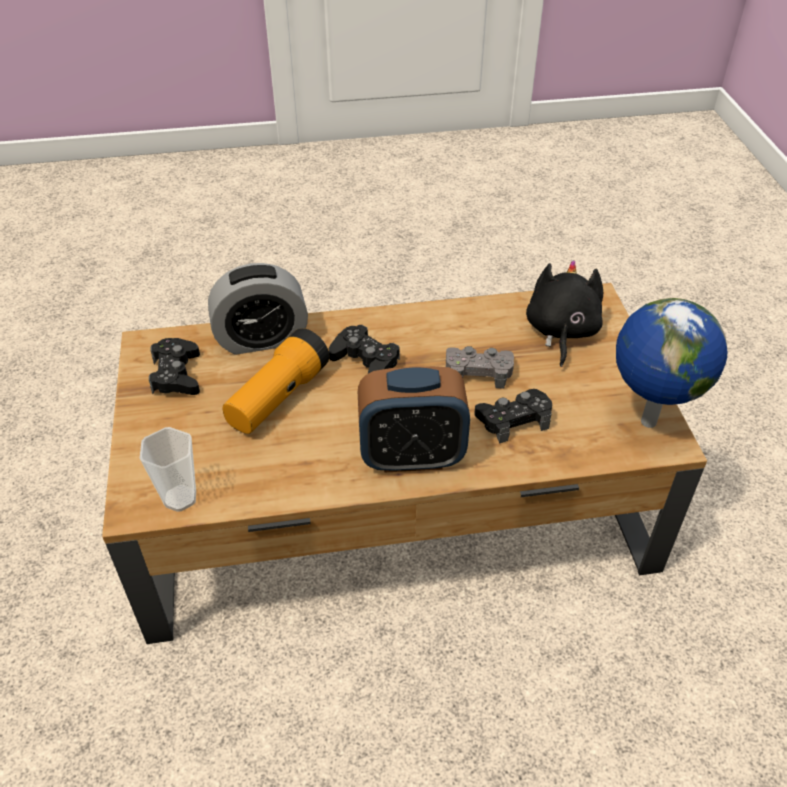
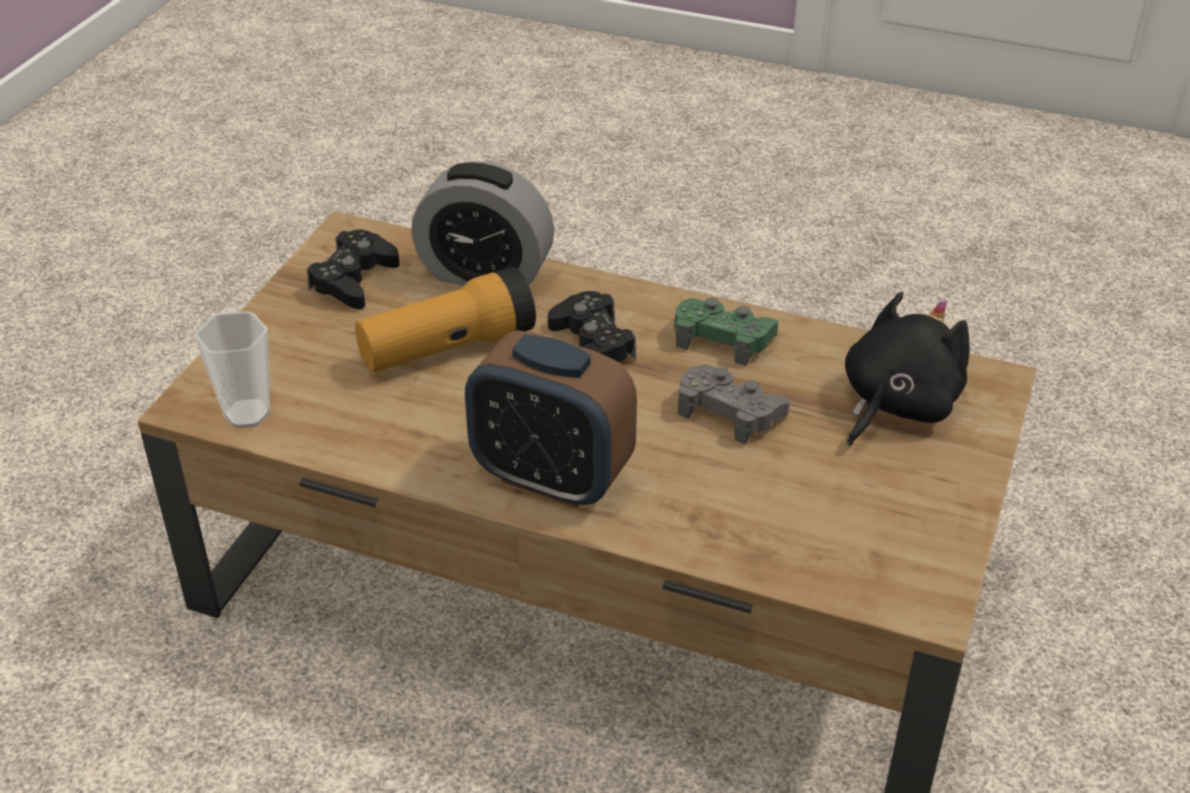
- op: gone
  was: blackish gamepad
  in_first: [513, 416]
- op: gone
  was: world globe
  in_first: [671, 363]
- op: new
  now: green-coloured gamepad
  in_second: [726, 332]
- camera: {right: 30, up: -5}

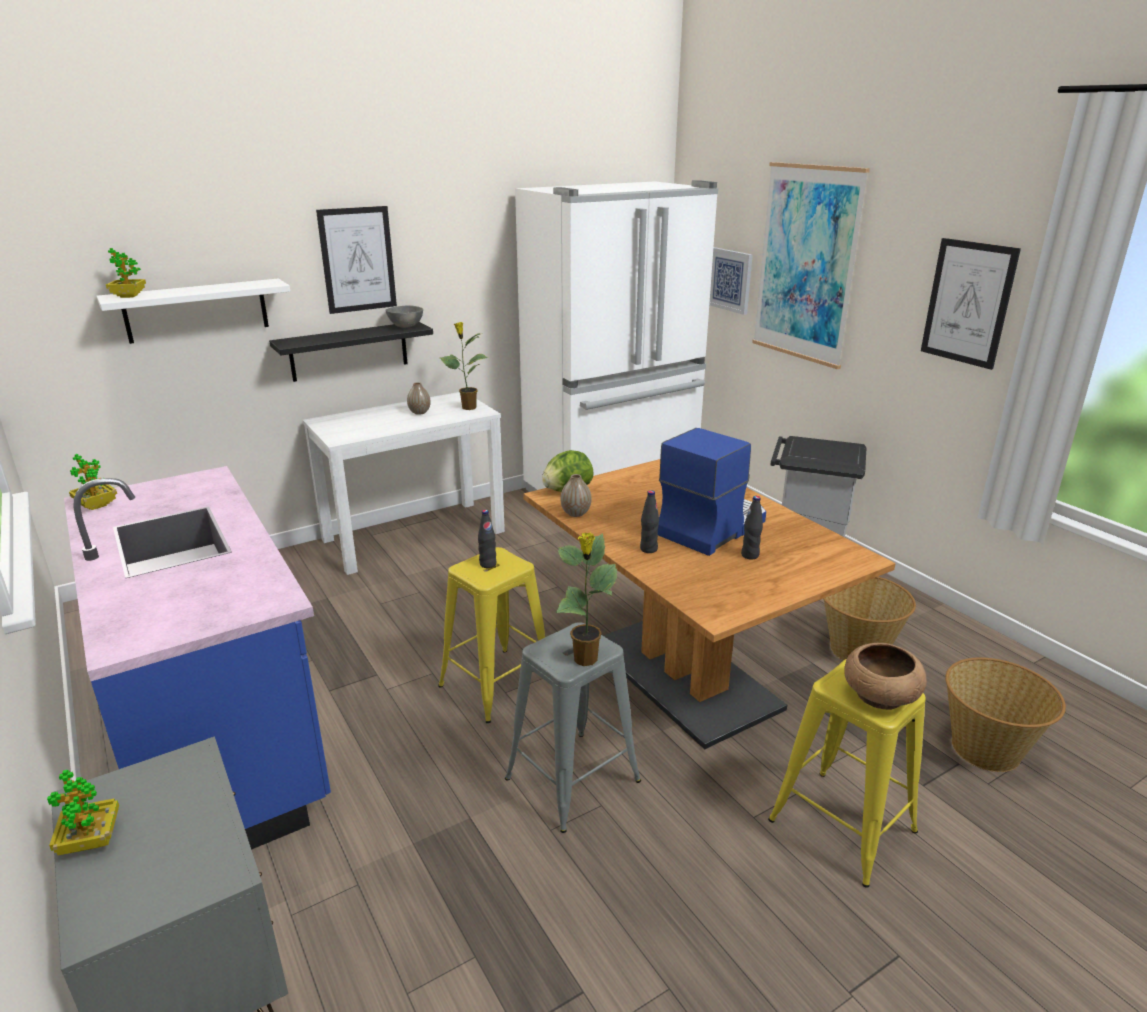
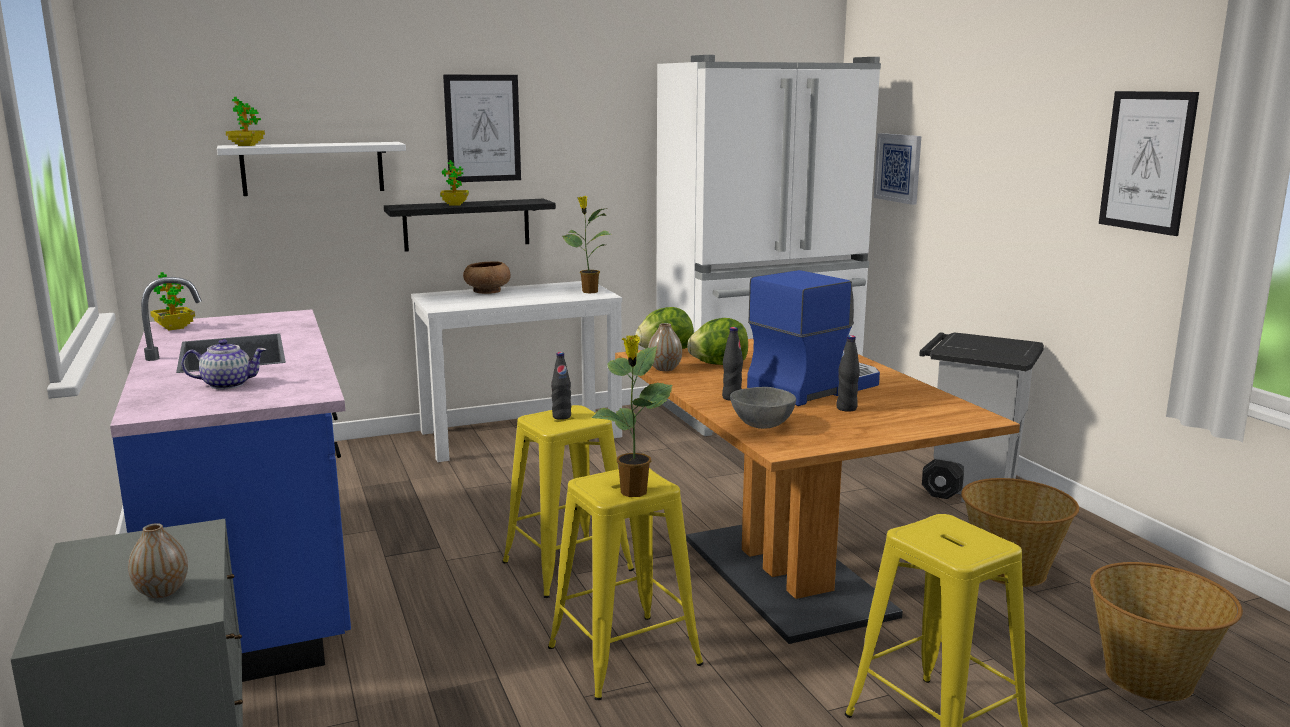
- op: gone
  was: wall picture
  in_first: [811, 265]
- op: new
  now: teapot
  in_second: [224, 364]
- op: new
  now: head of lettuce
  in_second: [717, 341]
- op: shifted
  was: plant in a pot
  in_first: [83, 812]
  in_second: [454, 183]
- op: shifted
  was: greyish serving bowl
  in_first: [404, 316]
  in_second: [763, 408]
- op: shifted
  was: flower vase
  in_first: [419, 398]
  in_second: [158, 560]
- op: shifted
  was: brown-coloured serving bowl
  in_first: [885, 676]
  in_second: [487, 277]
- op: repainted
  was: greyish stool
  now: yellow-coloured stool
  in_first: [573, 727]
  in_second: [626, 584]
- camera: {right: 10, up: -10}

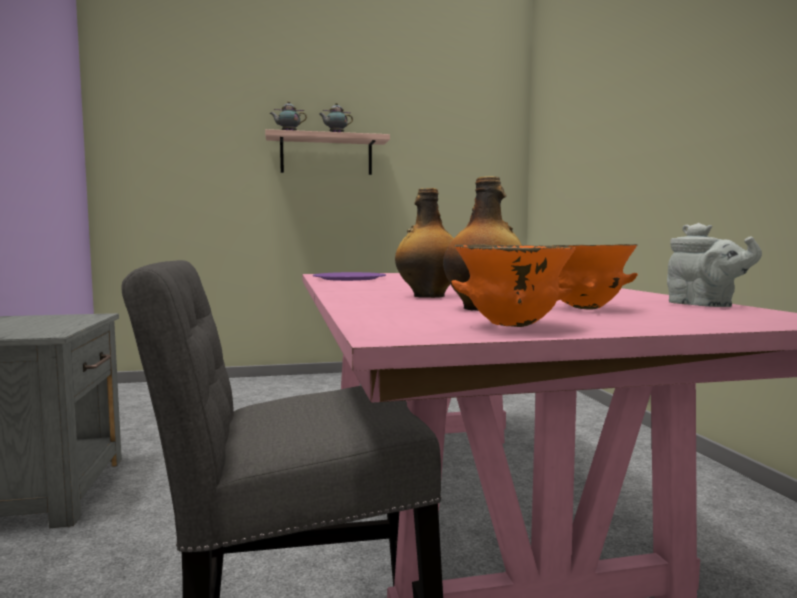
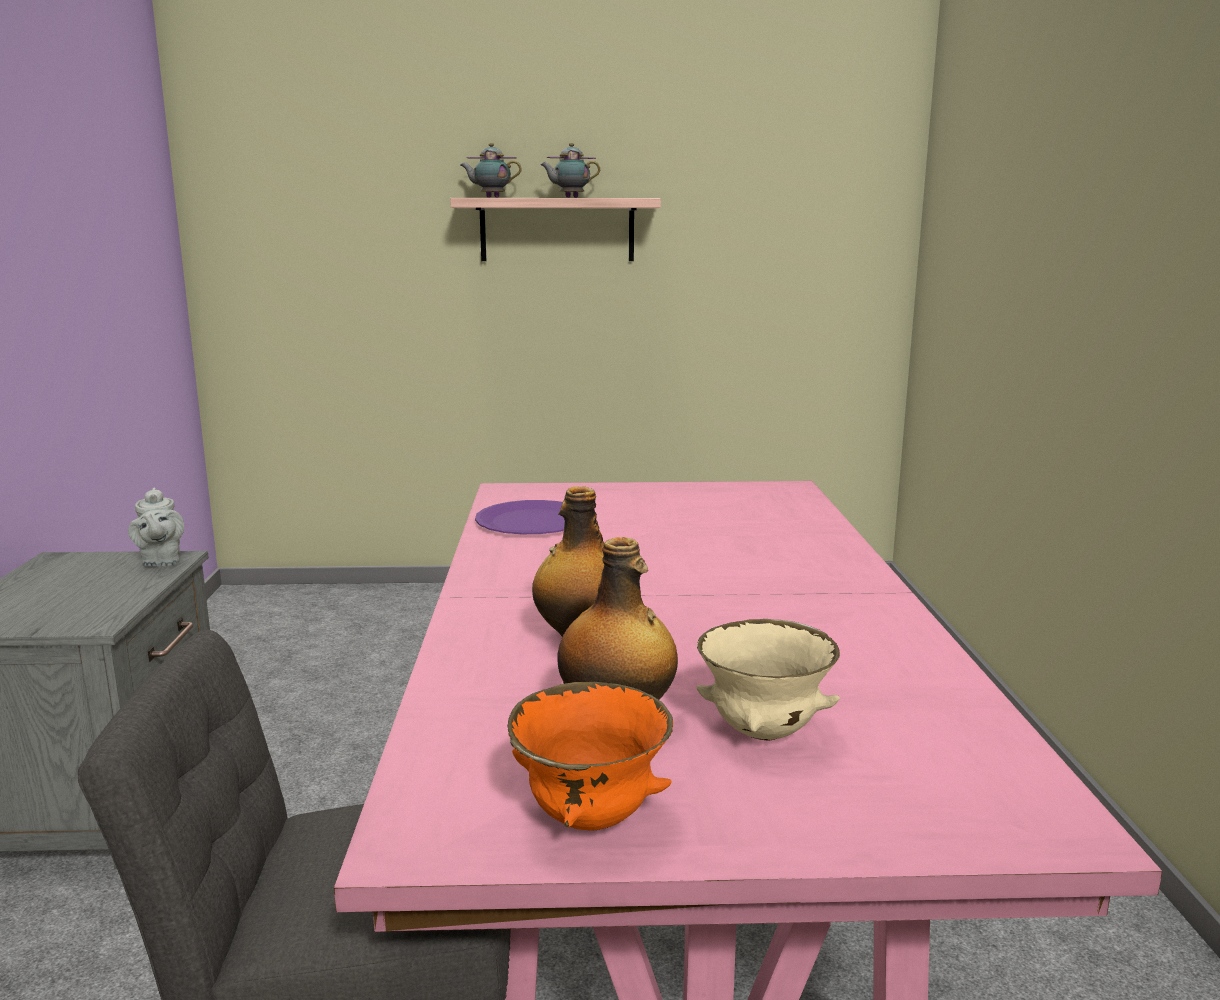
- op: shifted
  was: greyish teapot
  in_first: [714, 265]
  in_second: [156, 527]
- op: repainted
  was: orange-coloured serving bowl
  now: beige-coloured serving bowl
  in_first: [588, 277]
  in_second: [768, 680]
- camera: {right: 10, up: 10}

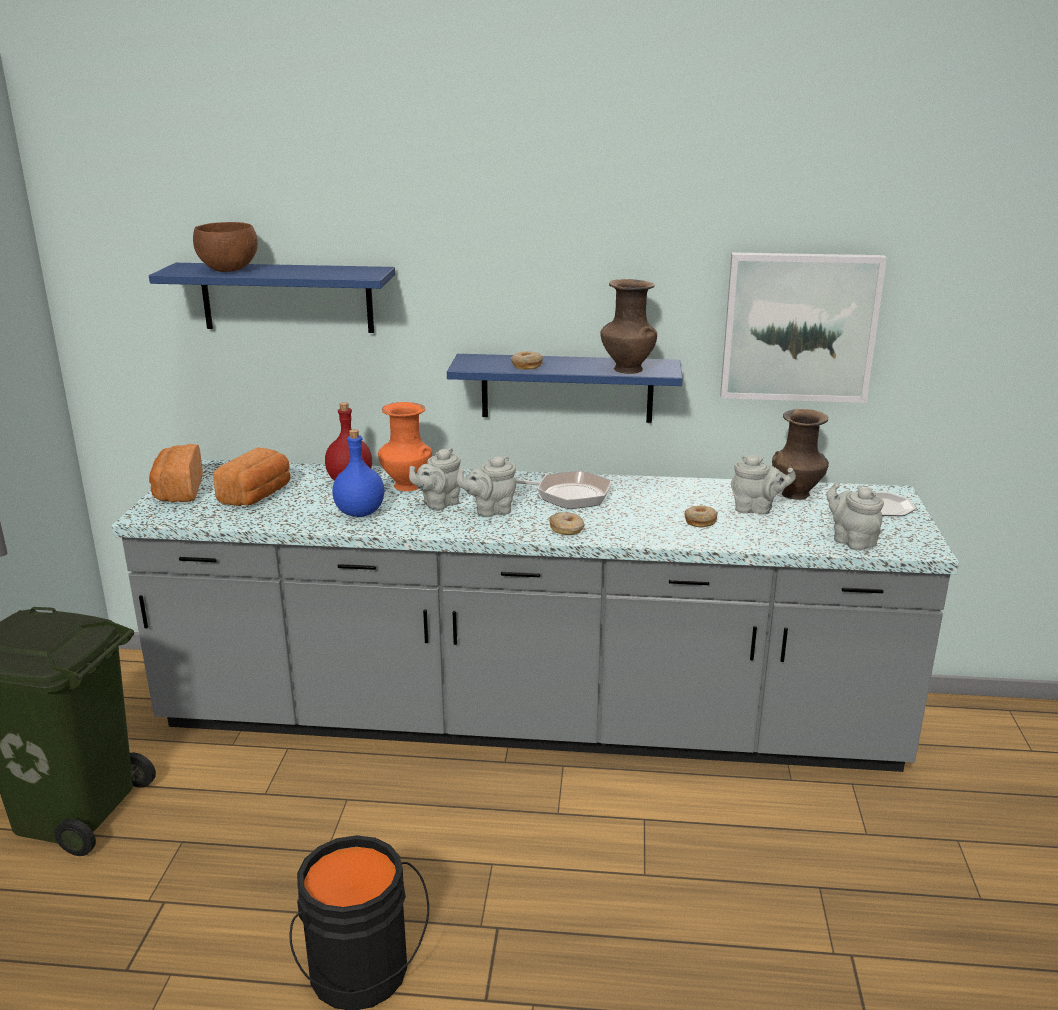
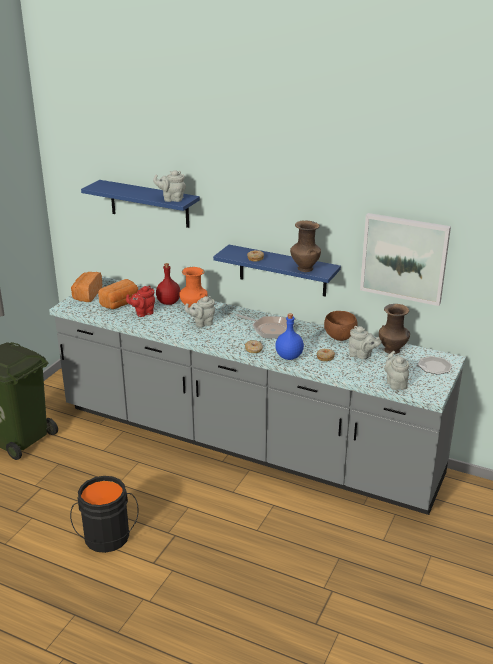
- op: new
  now: red teapot
  in_second: [140, 301]
- op: shifted
  was: brown-coloured serving bowl
  in_first: [225, 247]
  in_second: [341, 326]
- op: shifted
  was: blue beverage bottle
  in_first: [358, 473]
  in_second: [289, 336]
- op: shifted
  was: greyish teapot
  in_first: [487, 486]
  in_second: [169, 186]
- camera: {right: 20, up: 5}

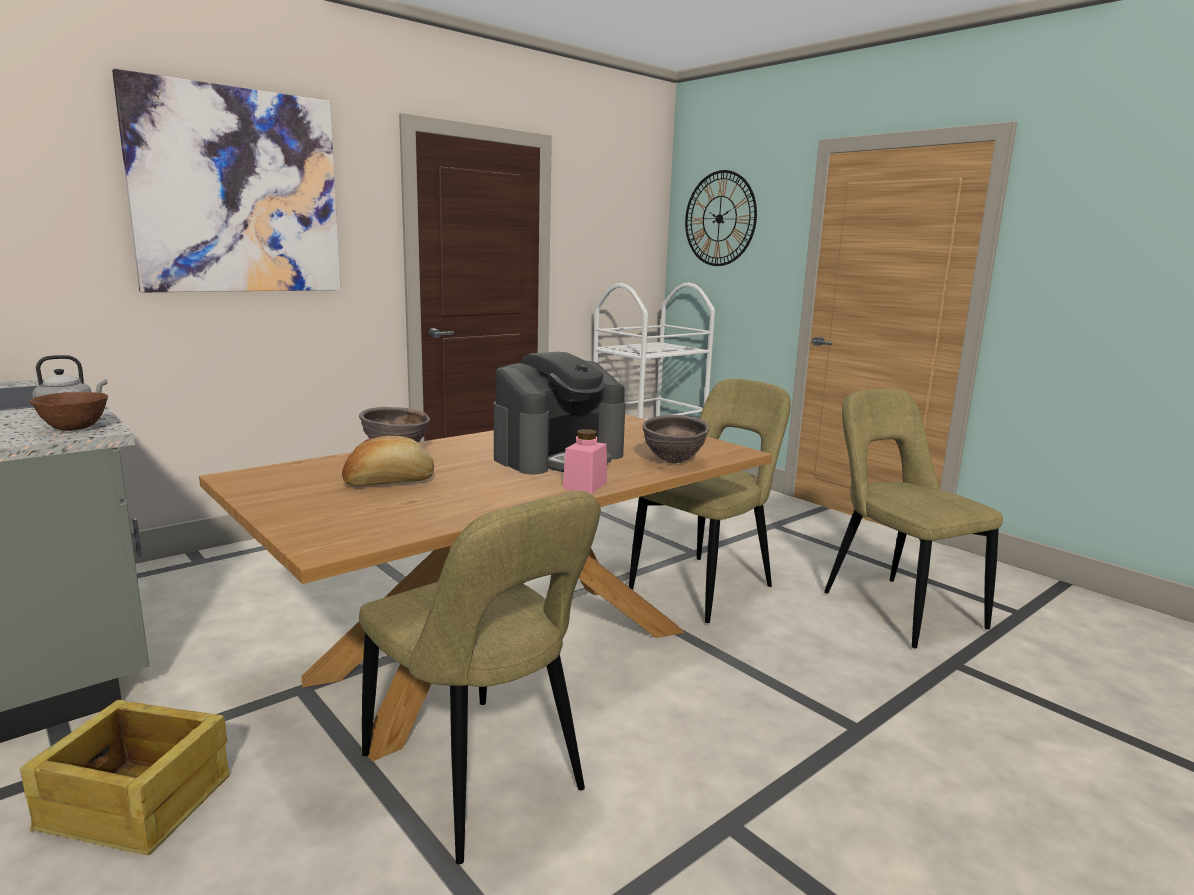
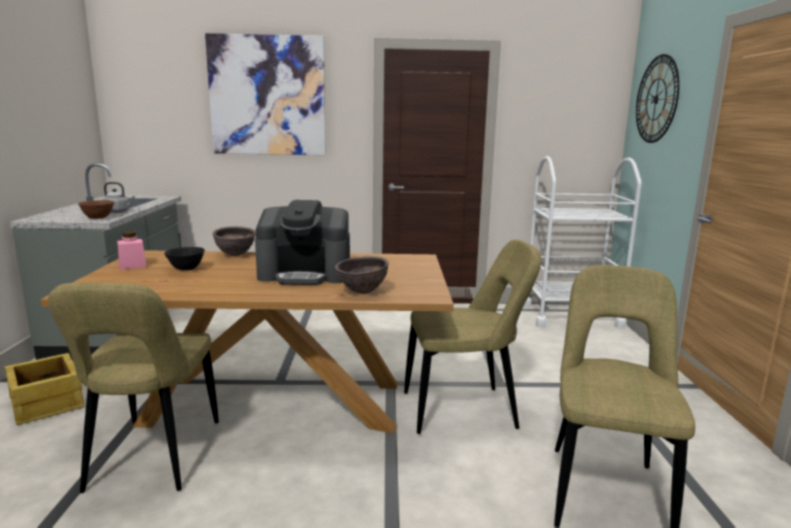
- op: shifted
  was: pink-coloured preserve jar
  in_first: [585, 461]
  in_second: [132, 251]
- op: swapped
  was: baked bread
  now: blackish serving bowl
  in_first: [388, 461]
  in_second: [184, 258]
- camera: {right: 40, up: 0}

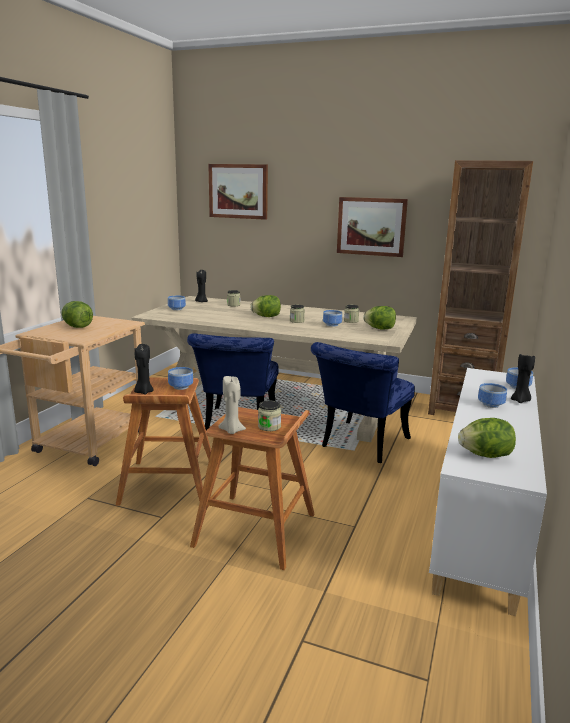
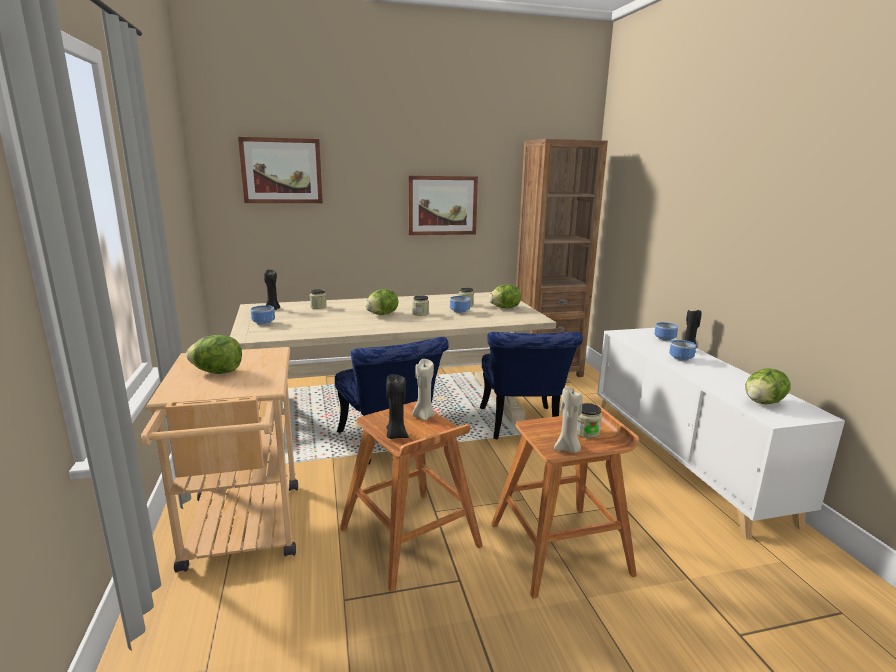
- op: swapped
  was: serving bowl
  now: beige-coloured wax candle
  in_first: [180, 378]
  in_second: [423, 390]
- camera: {right: -35, up: 0}

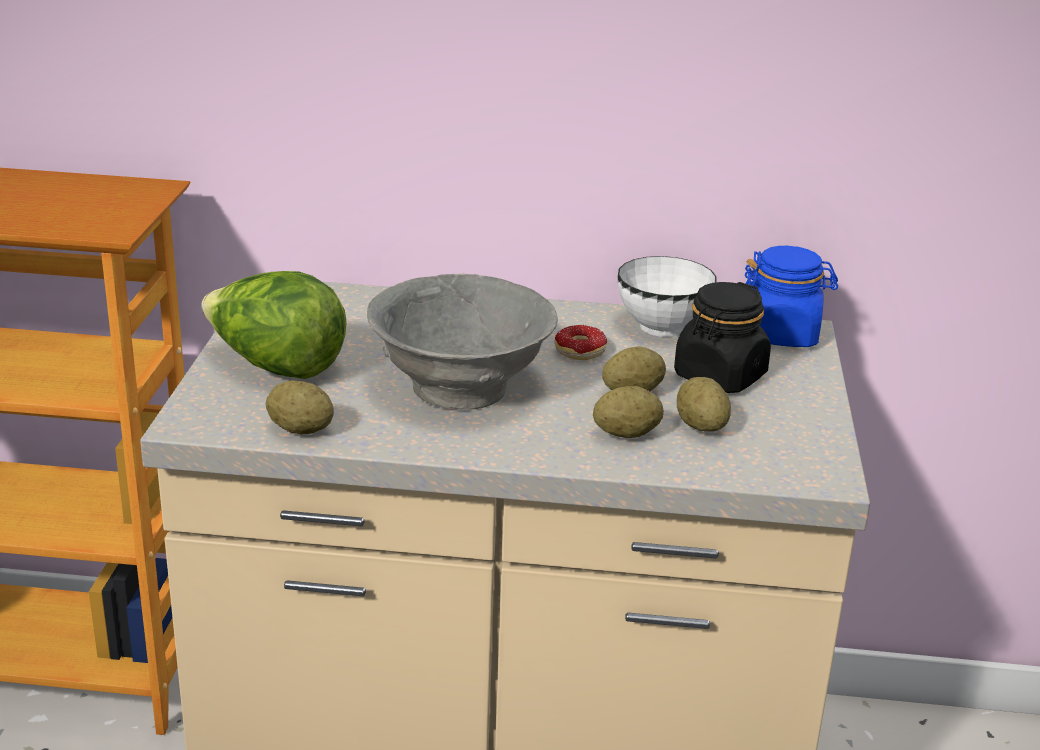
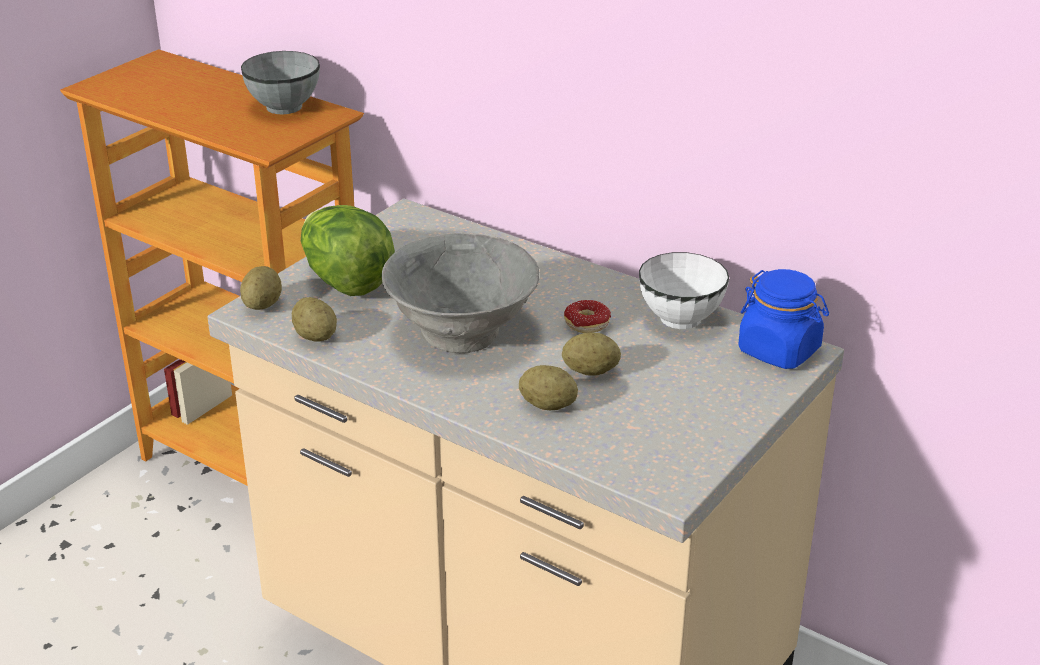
- op: gone
  was: blackish preserve jar
  in_first: [722, 337]
- op: new
  now: greyish serving bowl
  in_second: [280, 82]
- op: shifted
  was: potato
  in_first: [704, 404]
  in_second: [261, 288]
- camera: {right: 30, up: 5}

